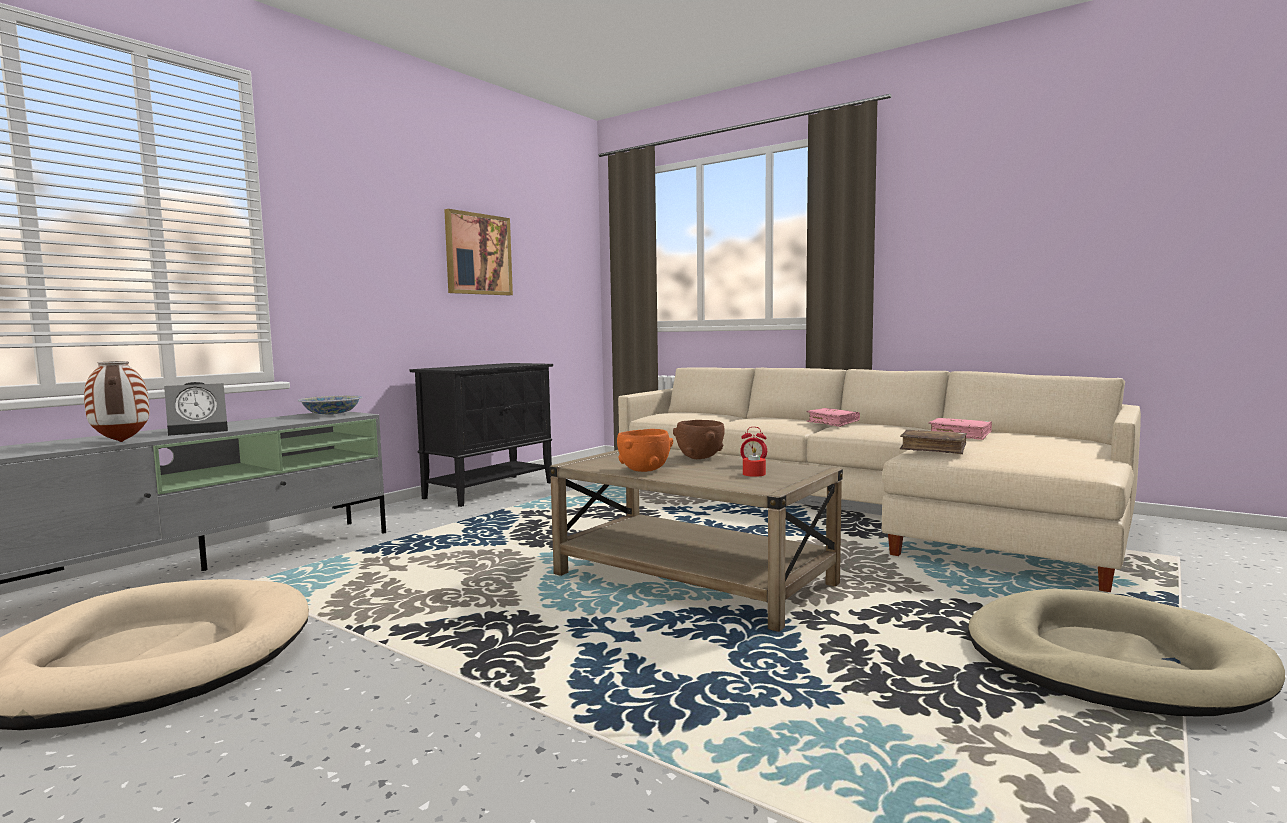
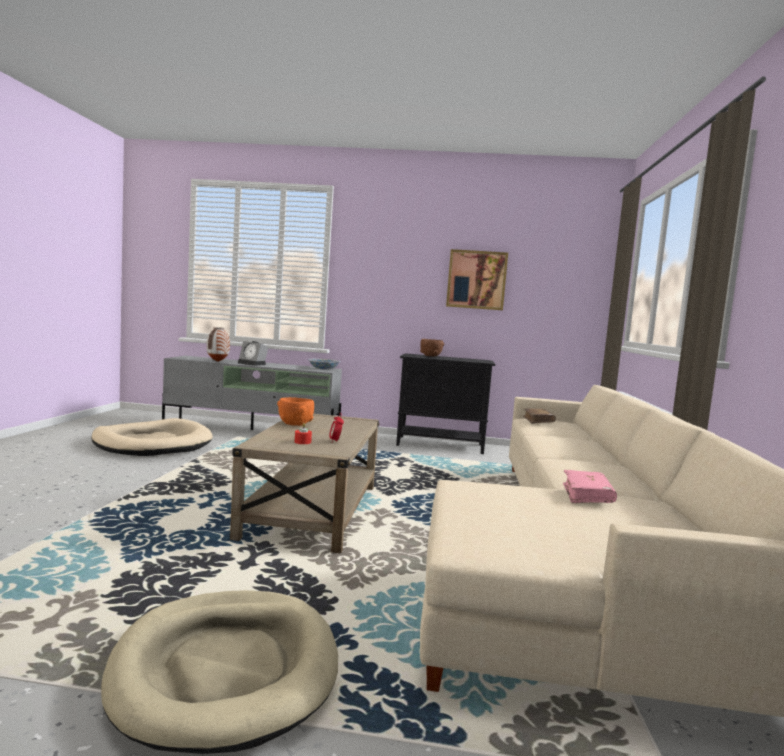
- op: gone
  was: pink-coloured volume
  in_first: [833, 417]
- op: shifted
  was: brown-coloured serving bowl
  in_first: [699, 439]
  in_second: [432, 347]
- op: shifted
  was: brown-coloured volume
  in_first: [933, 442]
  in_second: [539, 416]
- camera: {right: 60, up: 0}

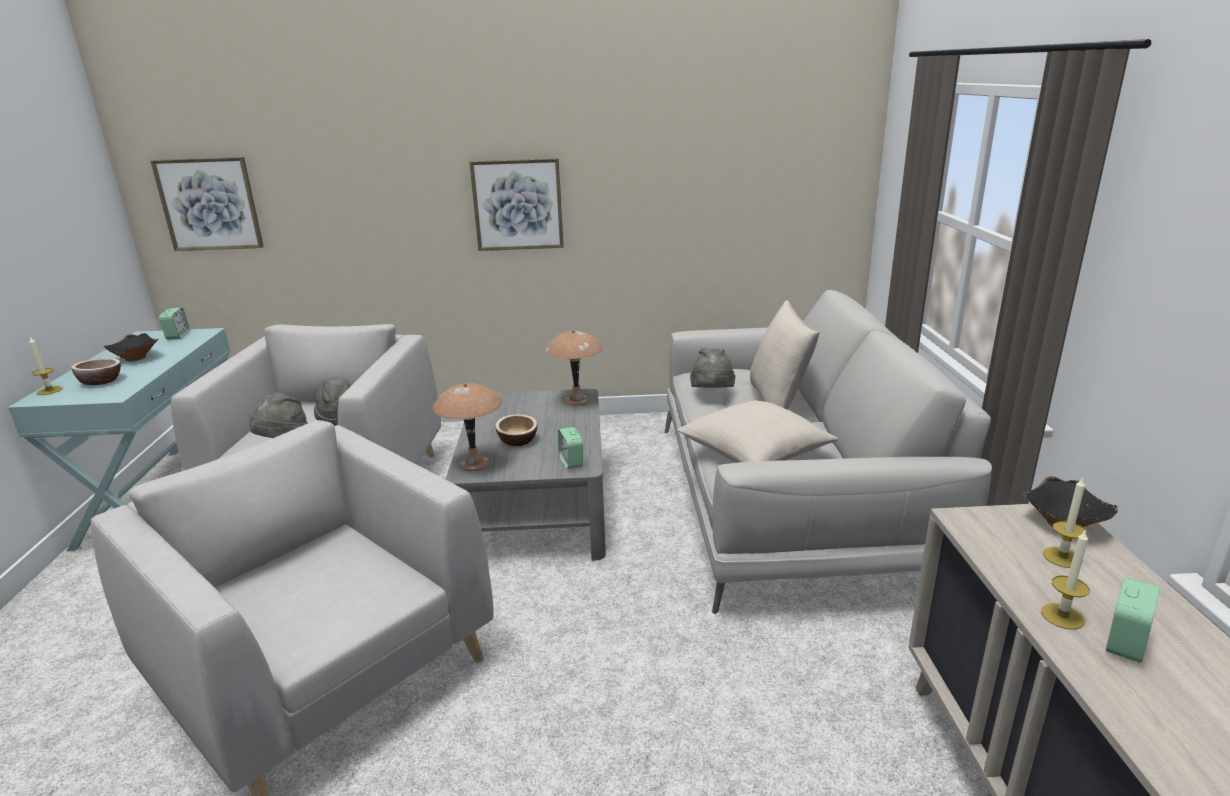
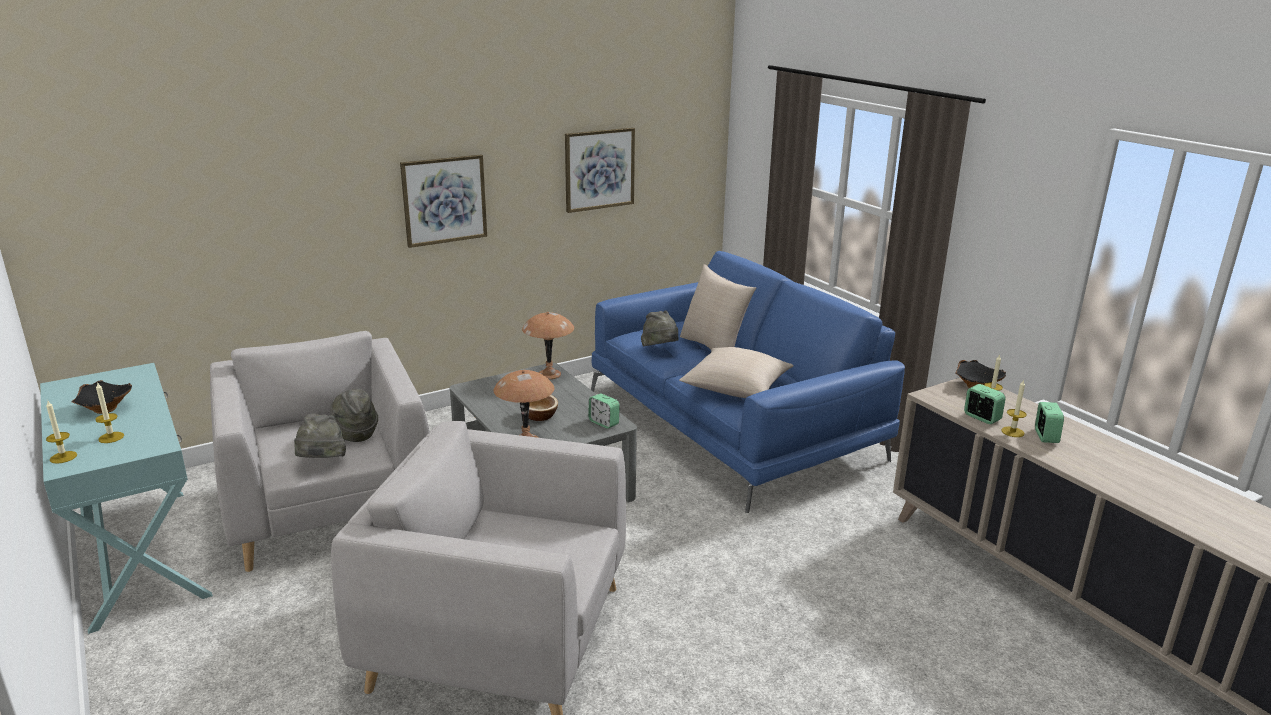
- op: shifted
  was: wall picture
  in_first: [207, 204]
  in_second: [600, 170]
- op: shifted
  was: alarm clock
  in_first: [174, 323]
  in_second: [985, 404]
- op: swapped
  was: serving bowl
  now: wax candle
  in_first: [96, 371]
  in_second: [109, 413]
- op: repainted
  was: greyish couch
  now: blue couch
  in_first: [828, 452]
  in_second: [748, 382]
- camera: {right: -30, up: 0}

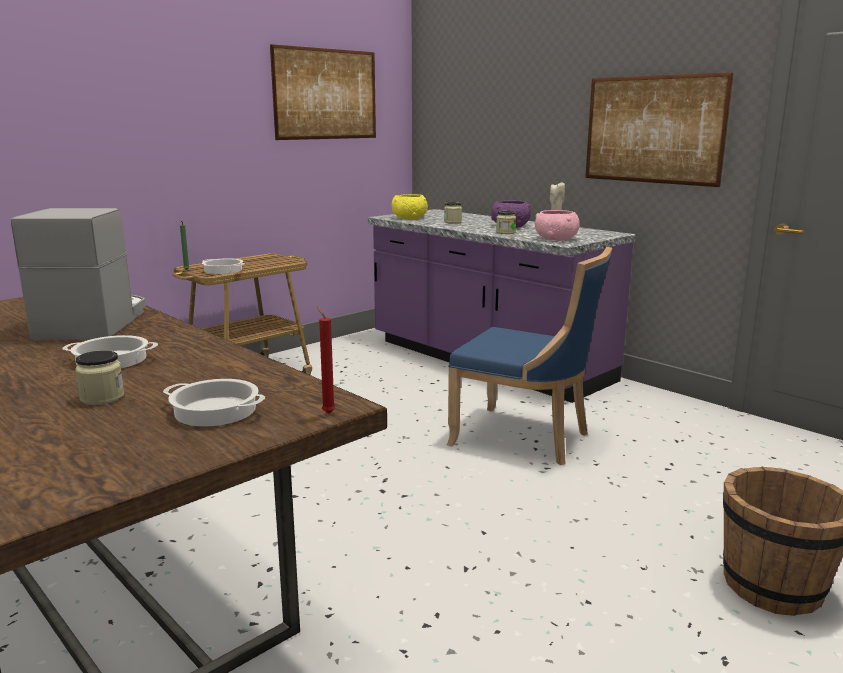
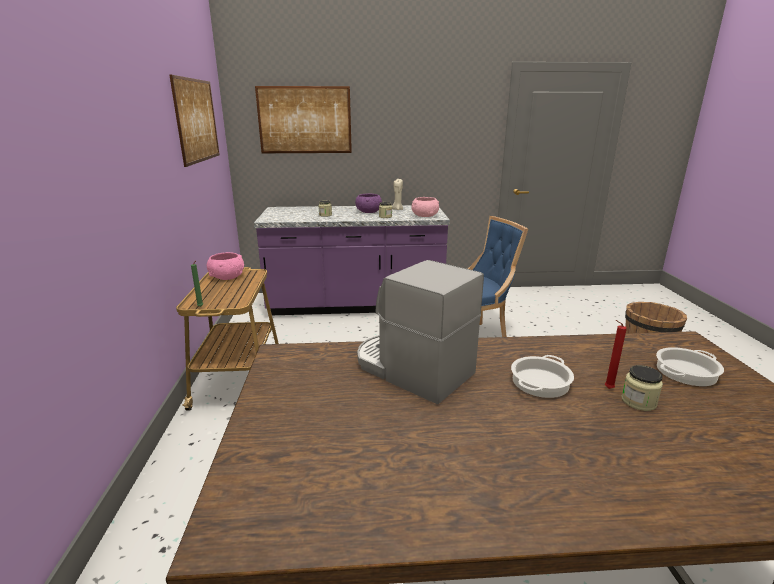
- op: gone
  was: stockpot
  in_first: [223, 266]
- op: gone
  was: yellow-coloured serving bowl
  in_first: [410, 207]
- op: new
  now: pink-coloured serving bowl
  in_second: [225, 266]
- op: shifted
  was: red wax candle
  in_first: [326, 360]
  in_second: [616, 354]
- op: shifted
  was: wall picture
  in_first: [659, 129]
  in_second: [303, 119]
- camera: {right: -50, up: 5}

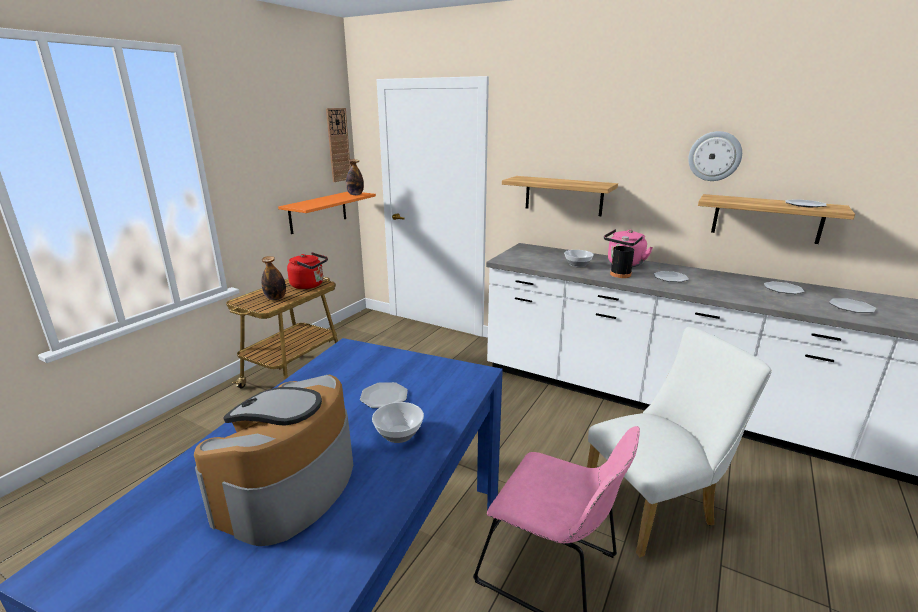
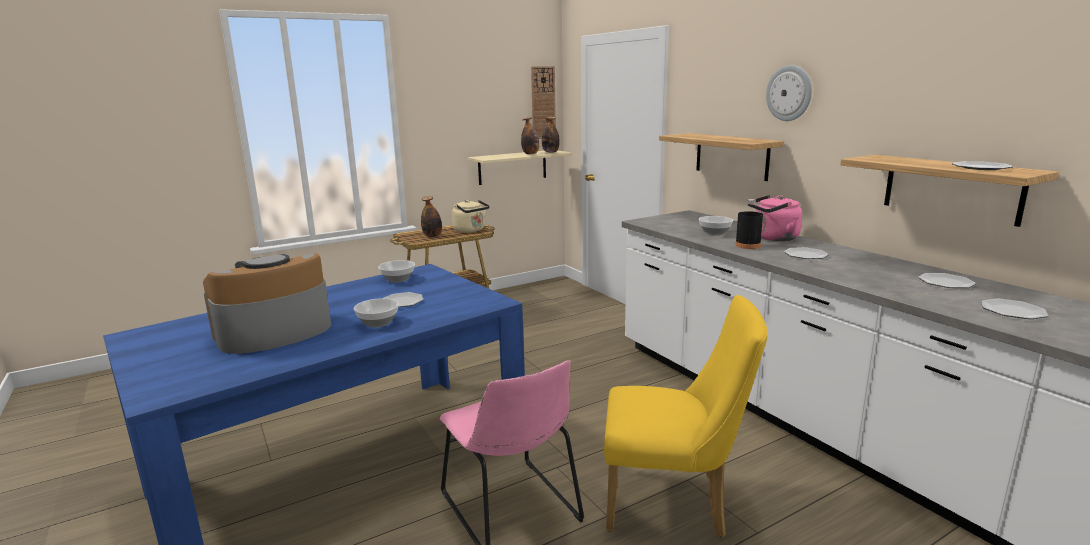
- op: new
  now: serving bowl
  in_second: [396, 271]
- op: new
  now: beverage bottle
  in_second: [530, 136]
- op: shifted
  was: hanging clock
  in_first: [715, 156]
  in_second: [789, 93]
- op: repainted
  was: orange-coloured wall shelf
  now: beige-coloured wall shelf
  in_first: [327, 213]
  in_second: [520, 167]
- op: repainted
  was: red kettle
  now: beige-coloured kettle
  in_first: [307, 270]
  in_second: [471, 216]
- op: repainted
  was: white-coloured plain chair
  now: yellow-coloured plain chair
  in_first: [679, 442]
  in_second: [686, 416]
- camera: {right: 30, up: -5}

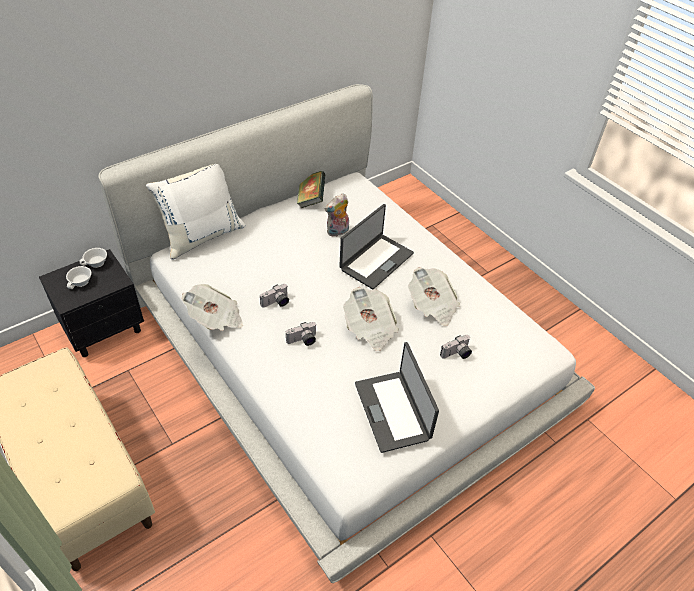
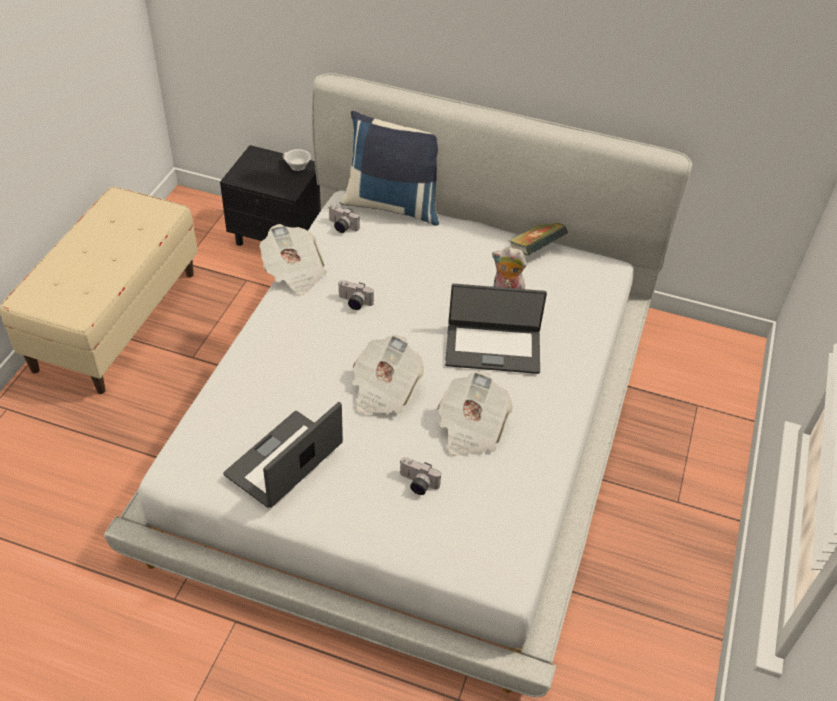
- op: gone
  was: white-coloured cup
  in_first: [79, 277]
- op: shifted
  was: photo camera
  in_first: [301, 334]
  in_second: [343, 218]
- op: repainted
  was: white-coloured pillow
  now: blue pillow
  in_first: [196, 212]
  in_second: [389, 168]
- camera: {right: 55, up: 0}

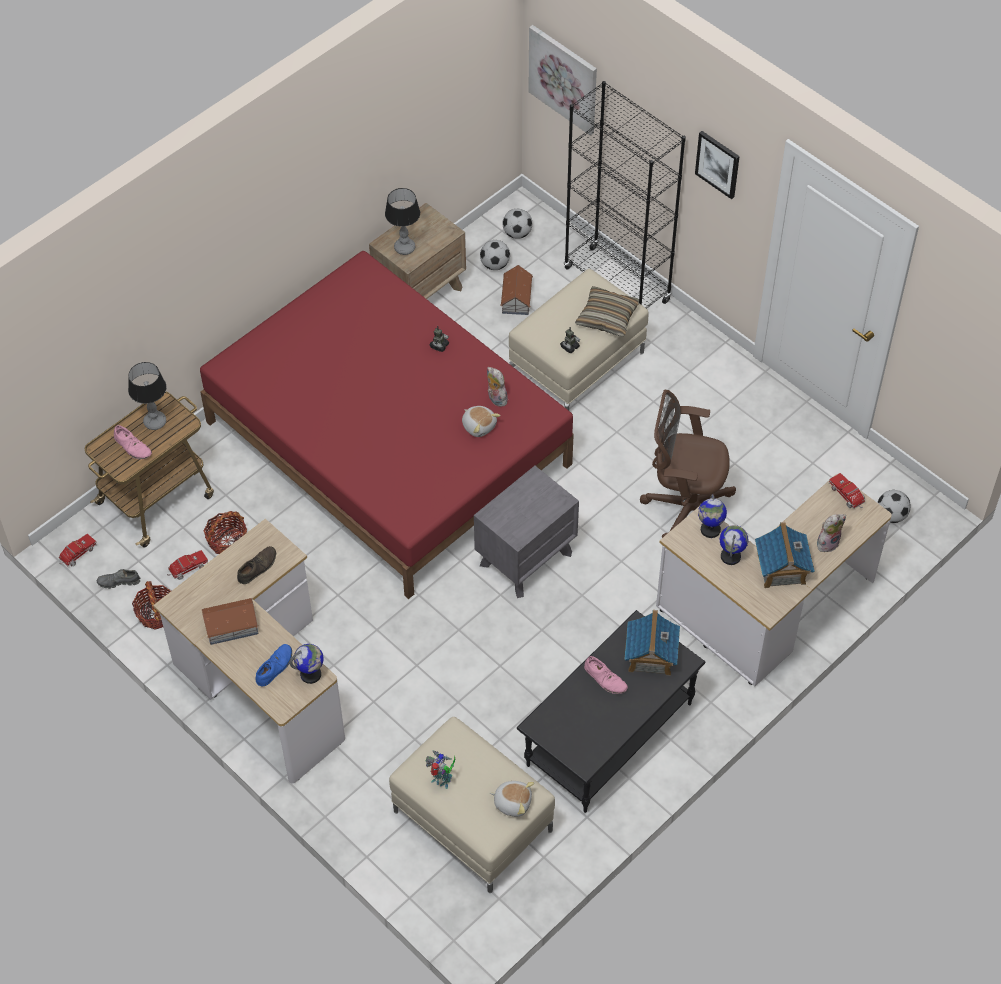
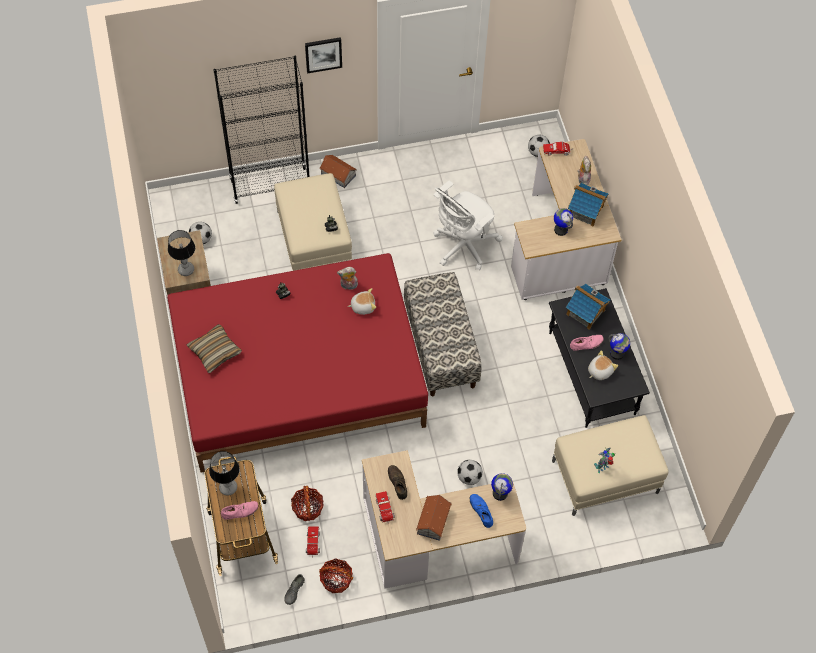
- op: gone
  was: wall picture
  in_first: [562, 80]
- op: shifted
  was: toy lorry
  in_first: [78, 550]
  in_second: [385, 507]
- op: shifted
  was: soft toy
  in_first: [512, 799]
  in_second: [603, 365]
- op: shifted
  was: model house
  in_first: [516, 290]
  in_second: [338, 171]
- op: shifted
  was: football
  in_first: [517, 224]
  in_second: [470, 472]
- op: shifted
  was: pillow
  in_first: [607, 311]
  in_second: [214, 348]
- op: shifted
  was: world globe
  in_first: [712, 516]
  in_second: [619, 346]
- op: swapped
  was: greyish bedside table
  now: bench
  in_first: [526, 532]
  in_second: [443, 334]
- op: repainted
  was: brown-coloured desk chair
  now: white-coloured desk chair
  in_first: [688, 464]
  in_second: [468, 225]
- camera: {right: -60, up: 5}

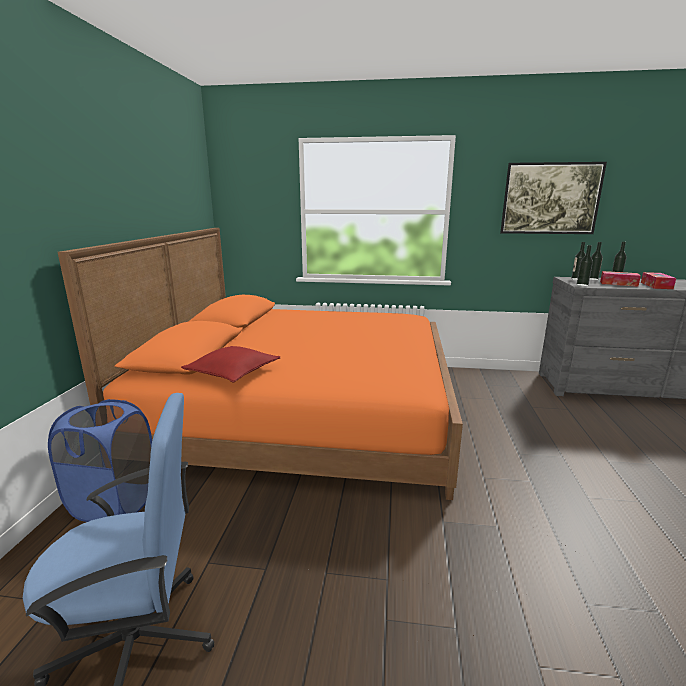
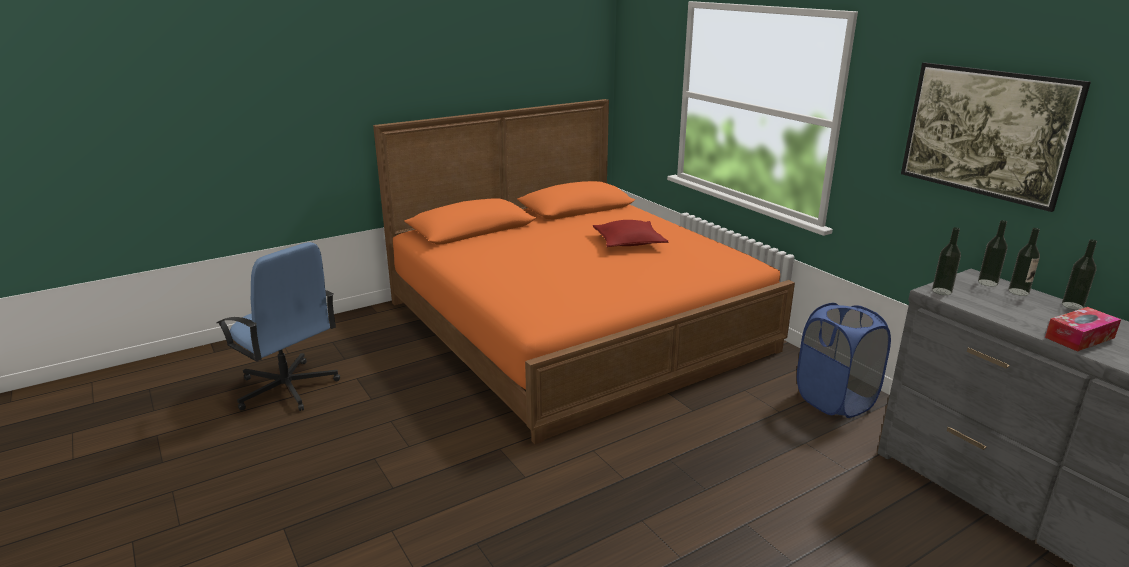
- op: gone
  was: tissue box
  in_first: [620, 279]
- op: shifted
  was: blue hamper
  in_first: [100, 460]
  in_second: [844, 360]
- op: shifted
  was: red pillow
  in_first: [231, 364]
  in_second: [630, 233]
- camera: {right: 50, up: 5}

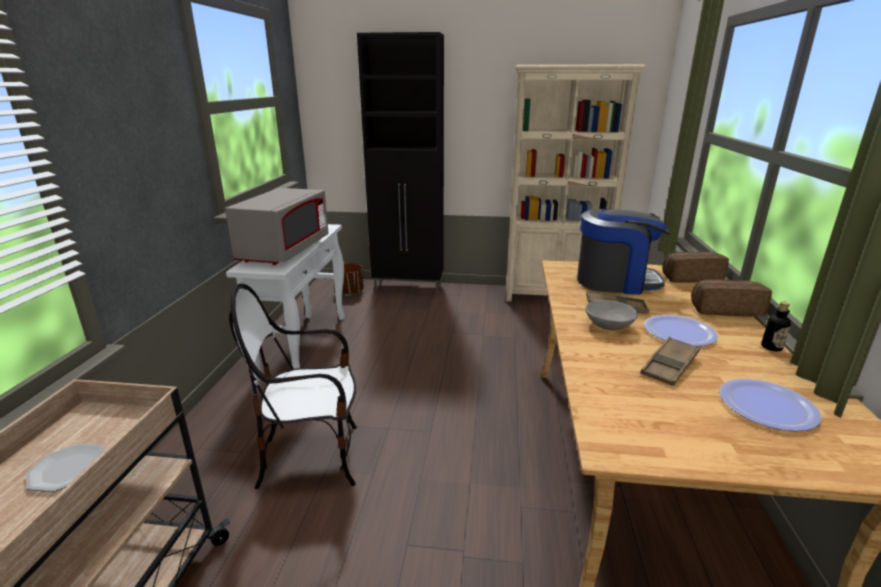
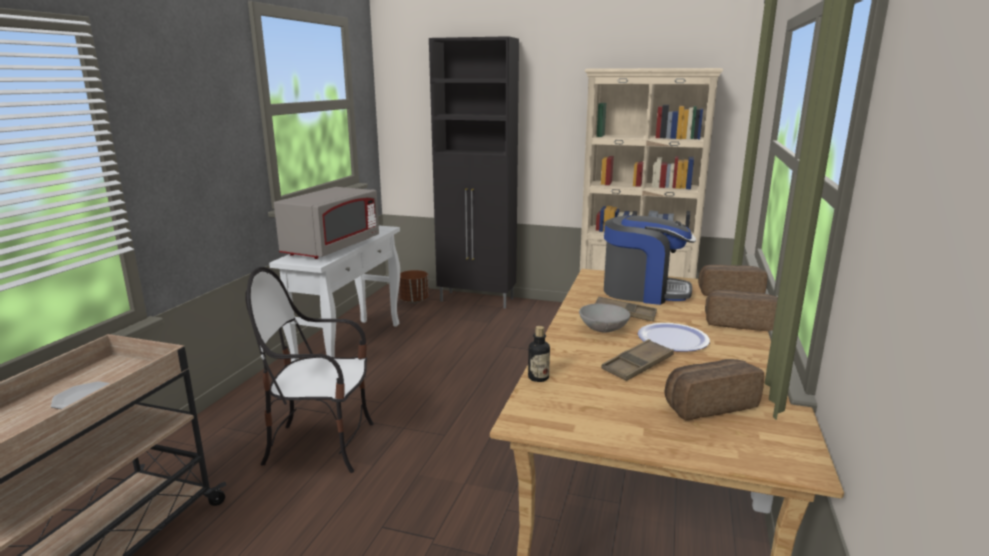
- op: shifted
  was: beverage bottle
  in_first: [776, 326]
  in_second: [539, 354]
- op: swapped
  was: flat dish
  now: baked bread
  in_first: [771, 405]
  in_second: [714, 390]
- camera: {right: 10, up: -5}

